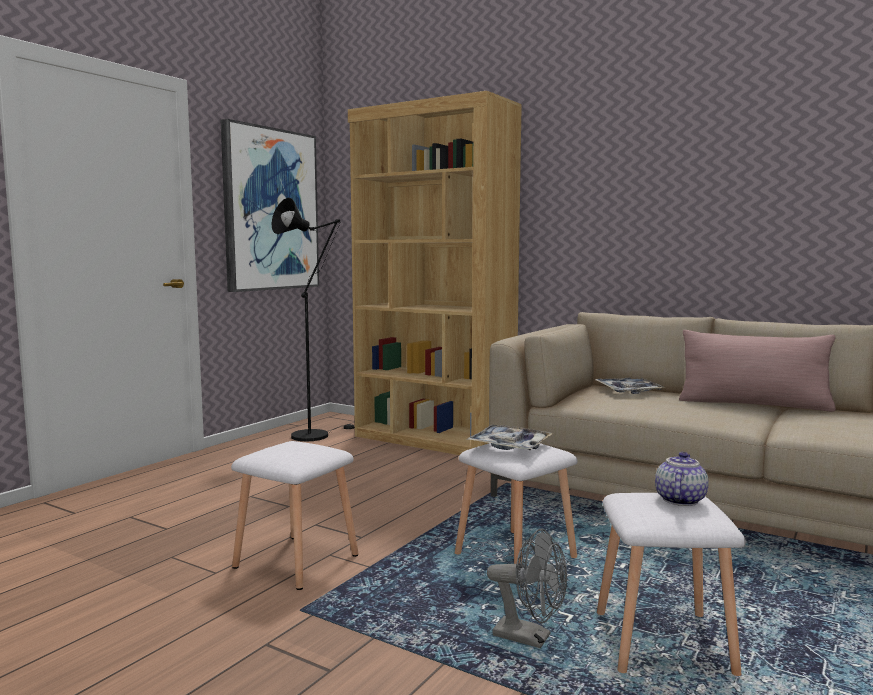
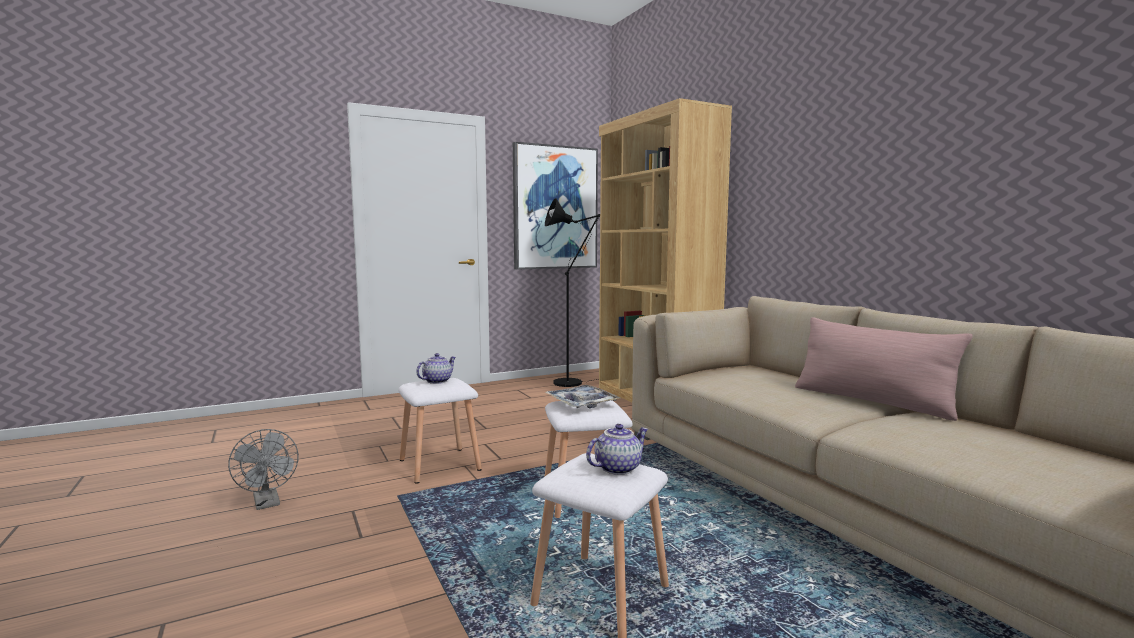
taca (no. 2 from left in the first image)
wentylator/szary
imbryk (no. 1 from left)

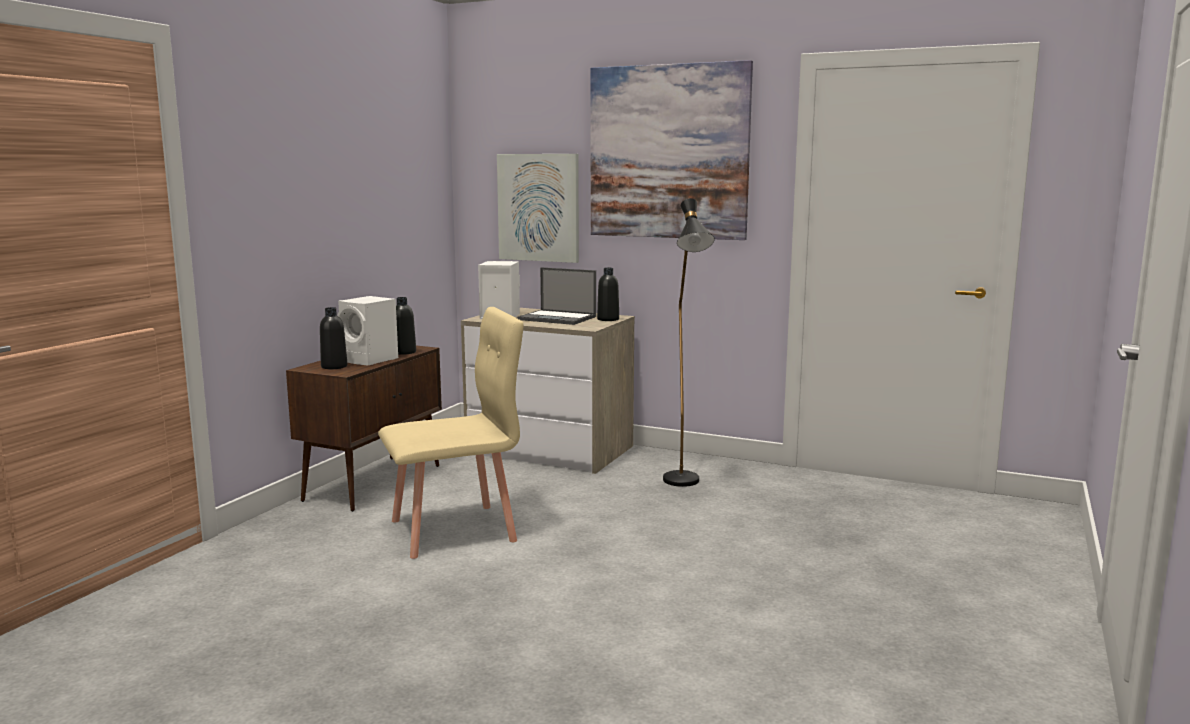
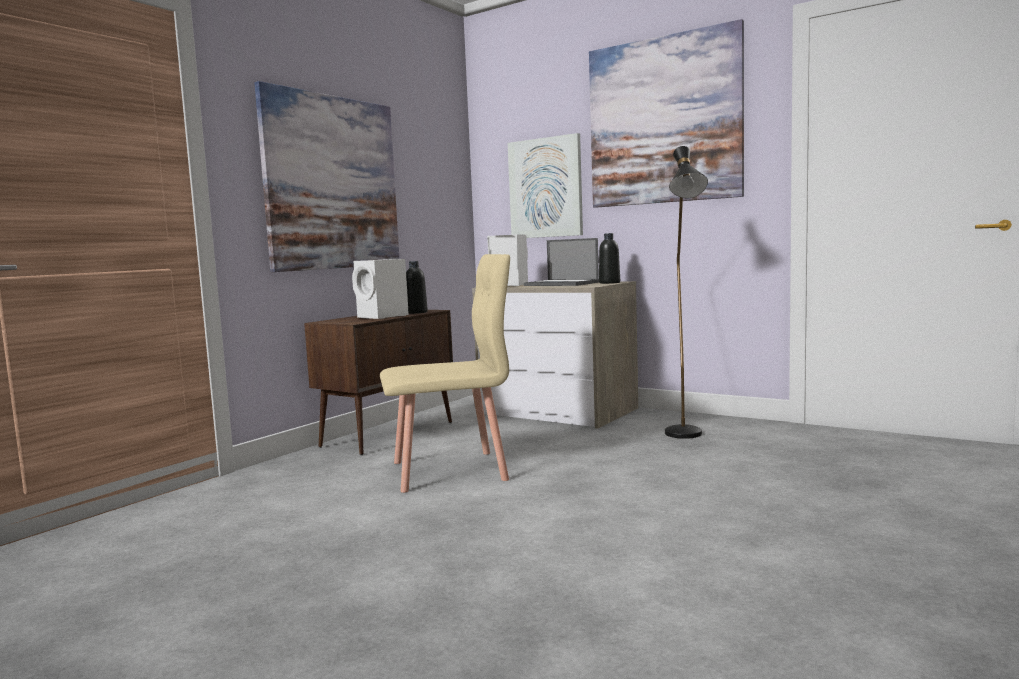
butelka/czarny (no. 1 from left in the first image)
obraz (no. 1 from left)

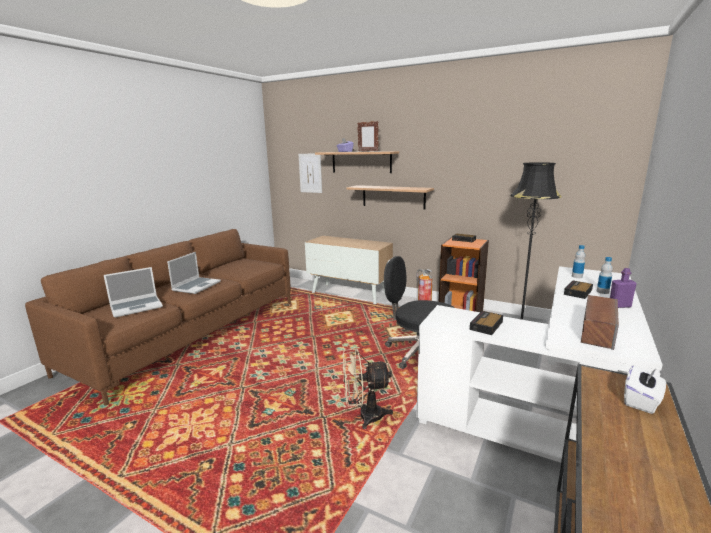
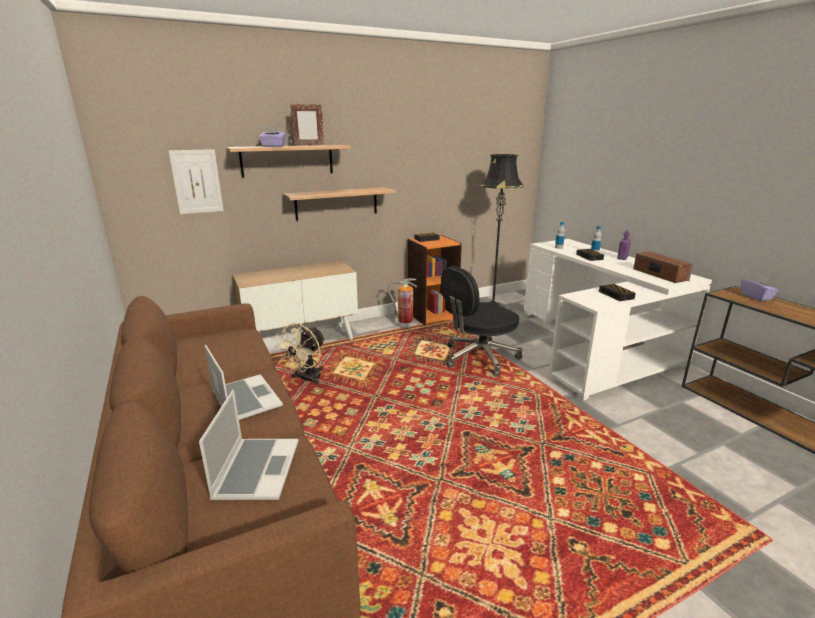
wentylator/beżowy
pudełko chusteczek/fioletowy (no. 2 from left)

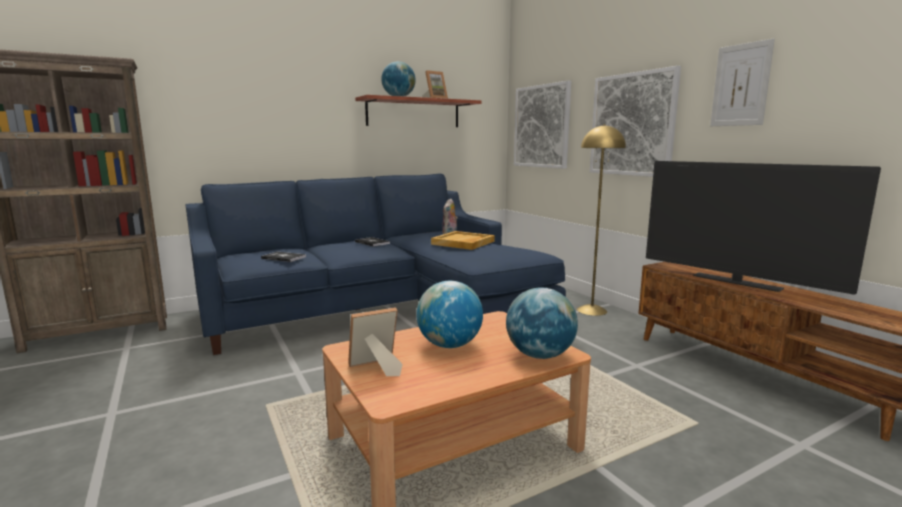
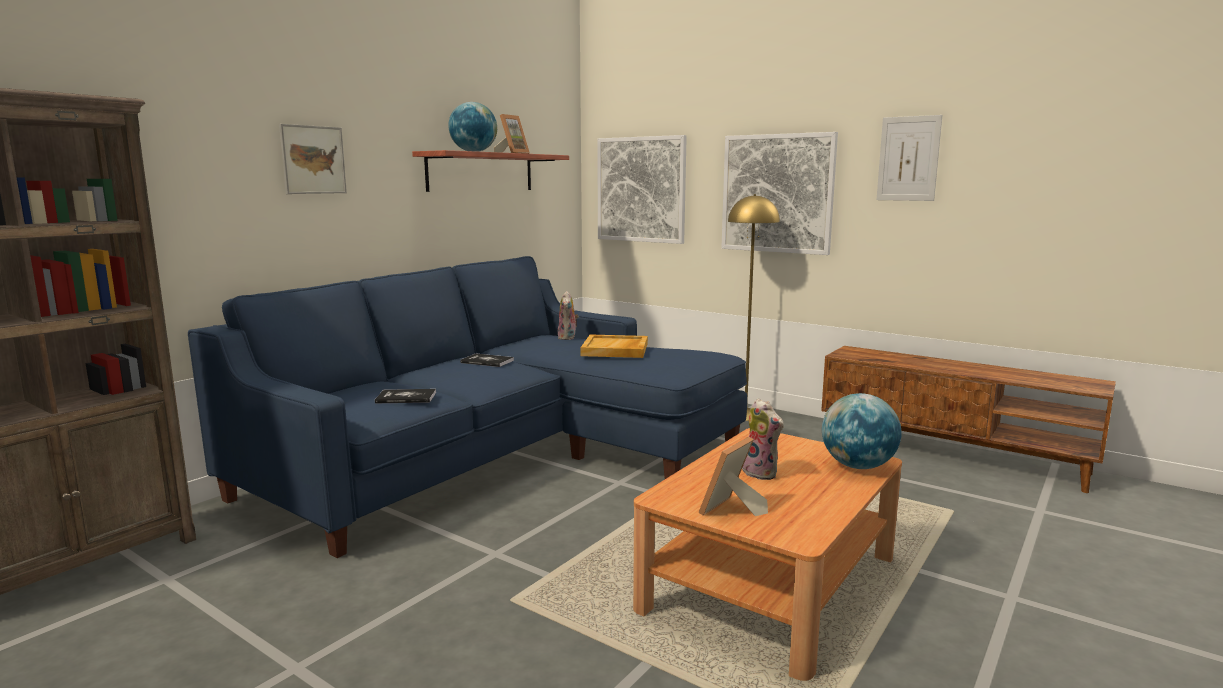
telewizor
pluszak (no. 2 from left)
obraz (no. 1 from left)

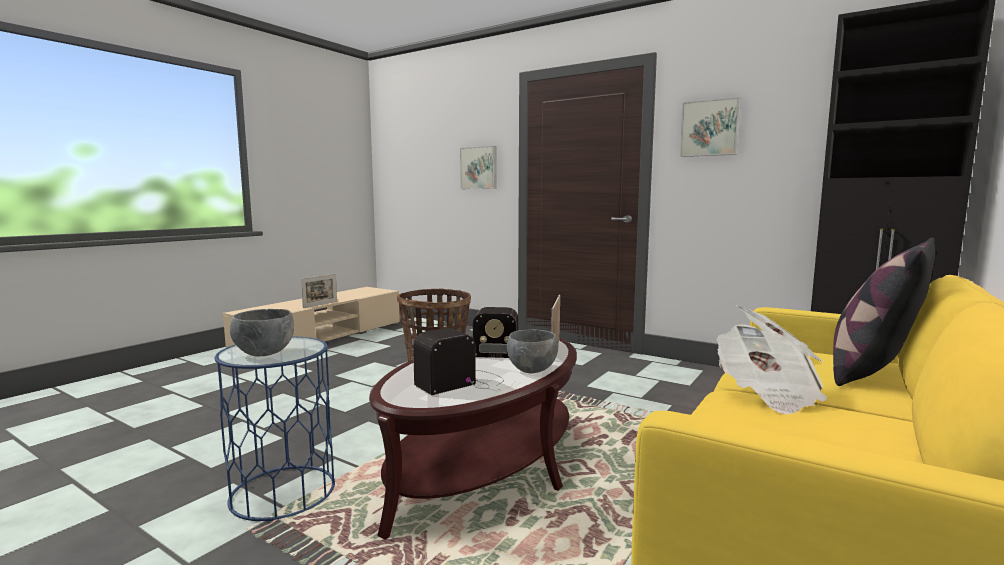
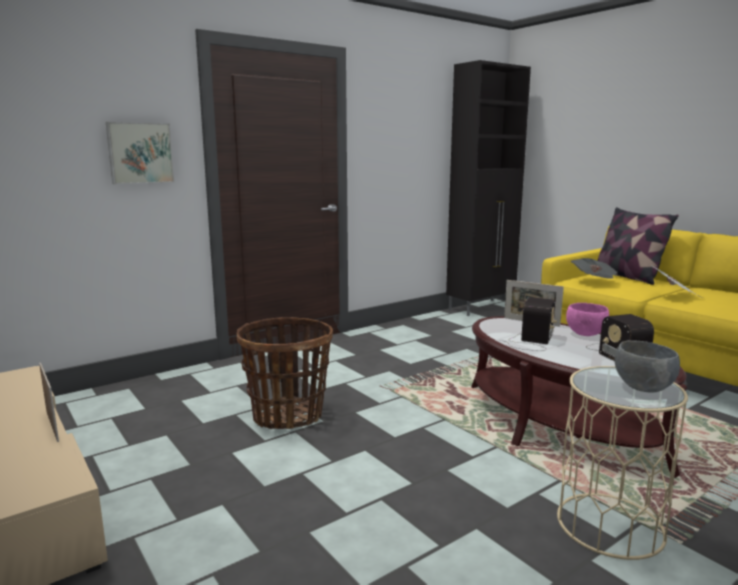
obraz (no. 2 from left in the first image)
miska/różowy
stolik/beżowy

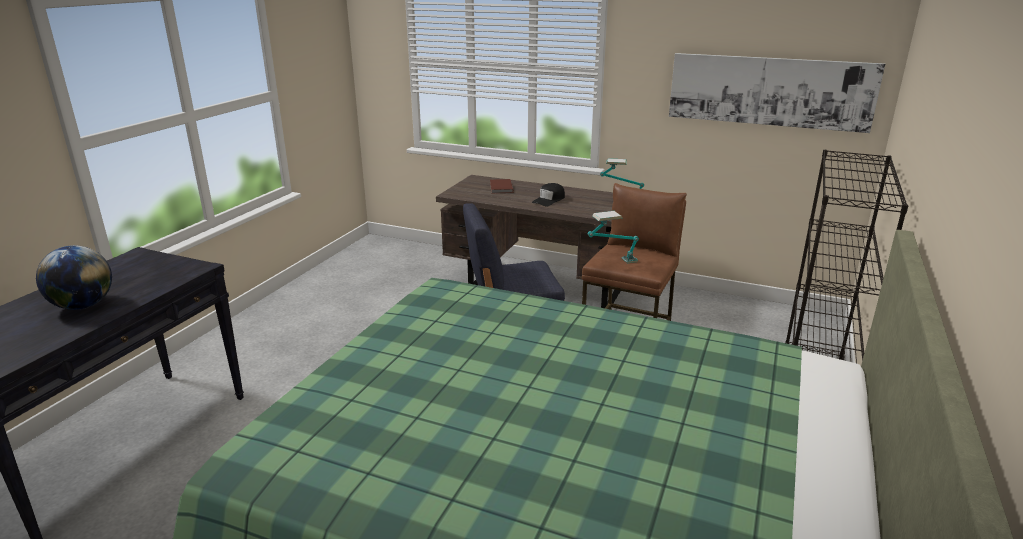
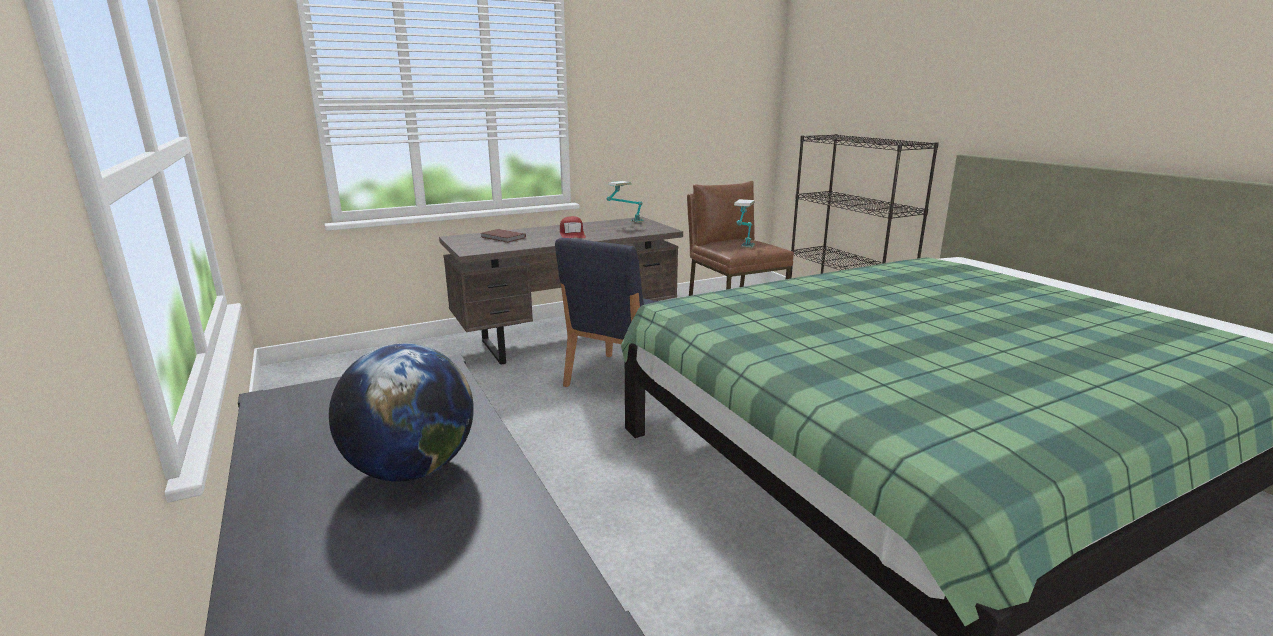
obraz
czapka z daszkiem/czerwony

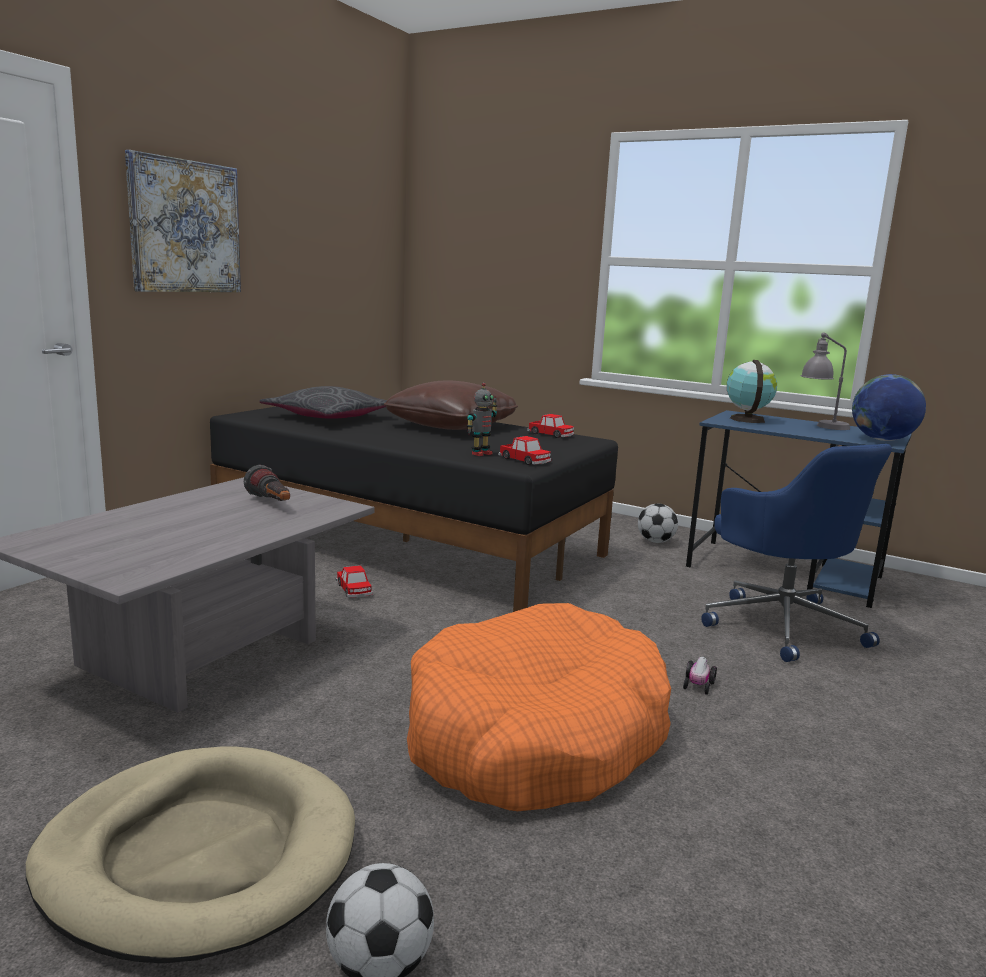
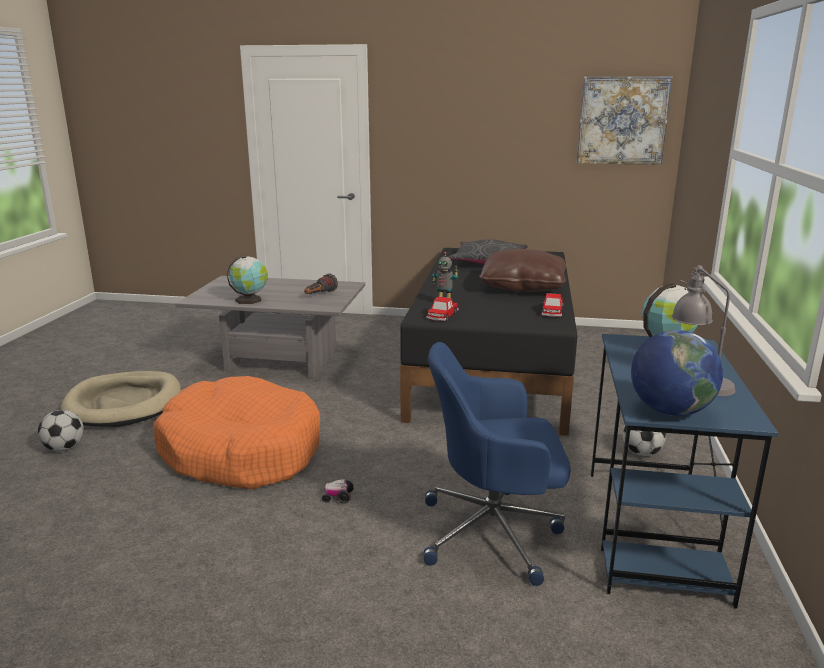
obraz
krzesło biurowe/niebieski
samochodzik (no. 1 from left in the first image)
globus (no. 1 from left)

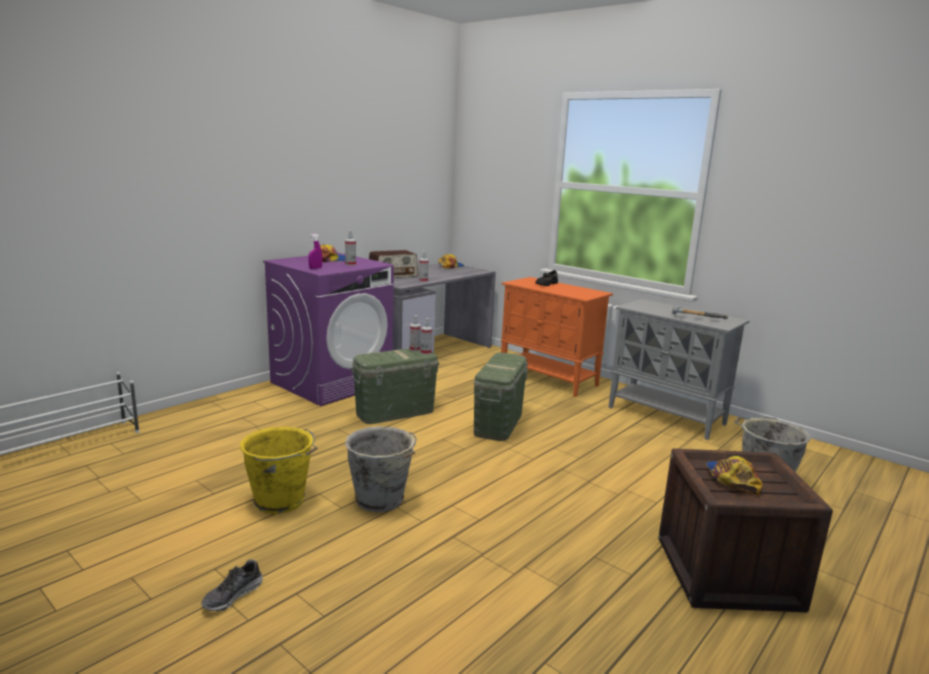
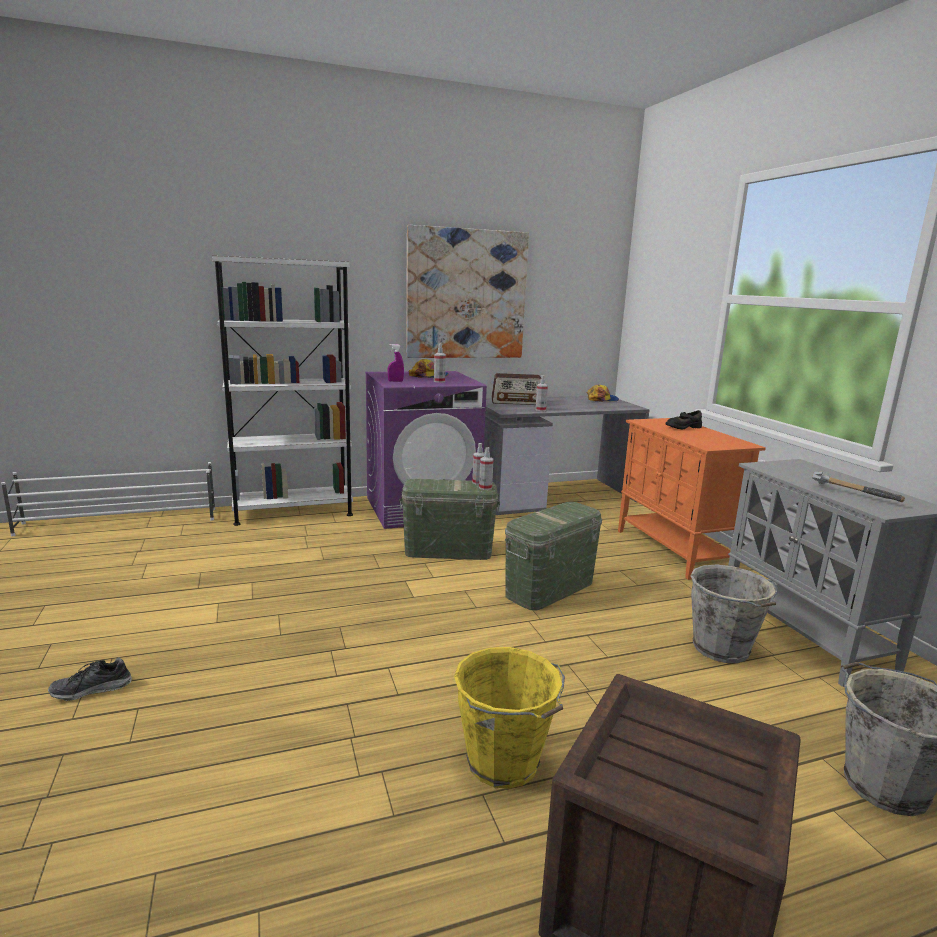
wiadro/szary (no. 1 from left)
wiadro/żółty
czapka z daszkiem (no. 3 from left in the first image)
obraz
regał/biały

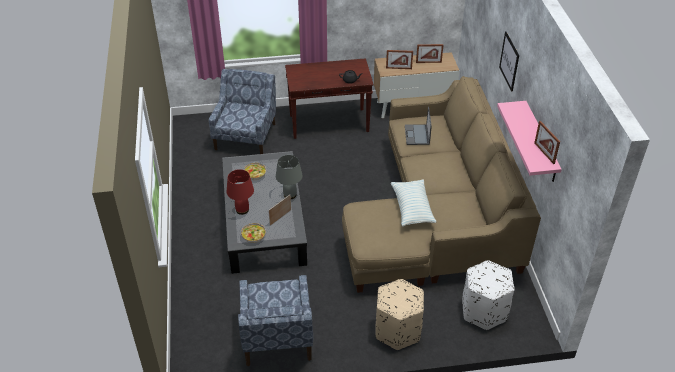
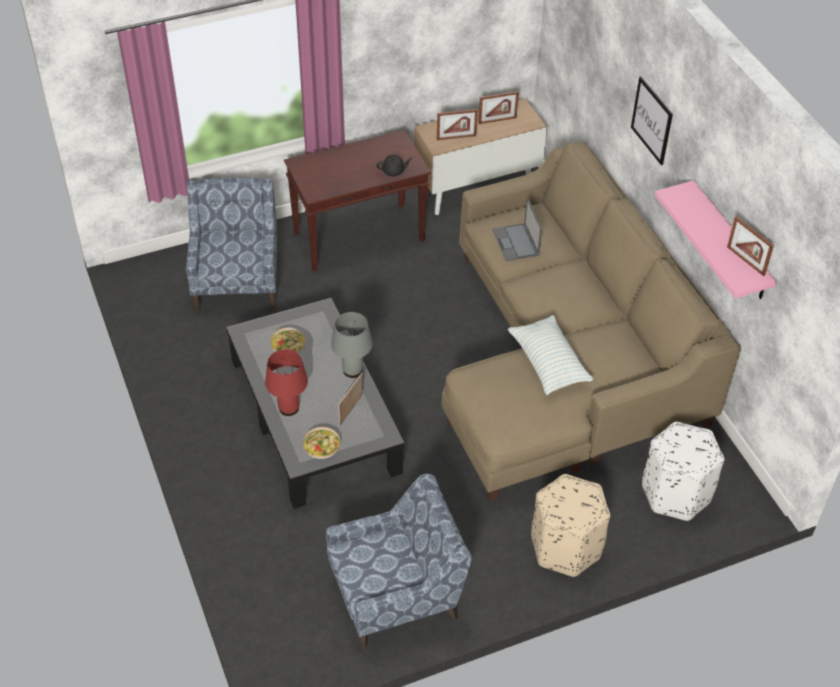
fotel/niebieski (no. 2 from left)

